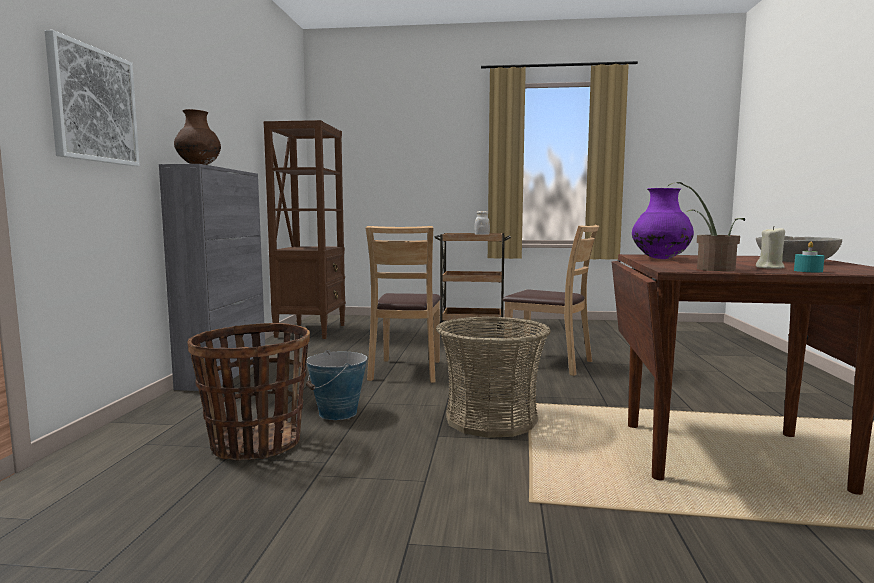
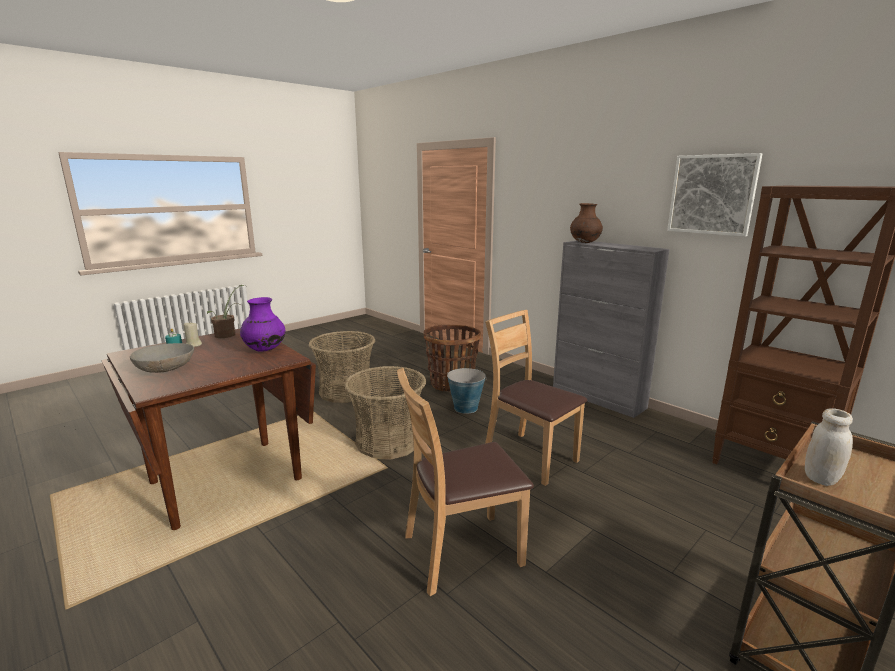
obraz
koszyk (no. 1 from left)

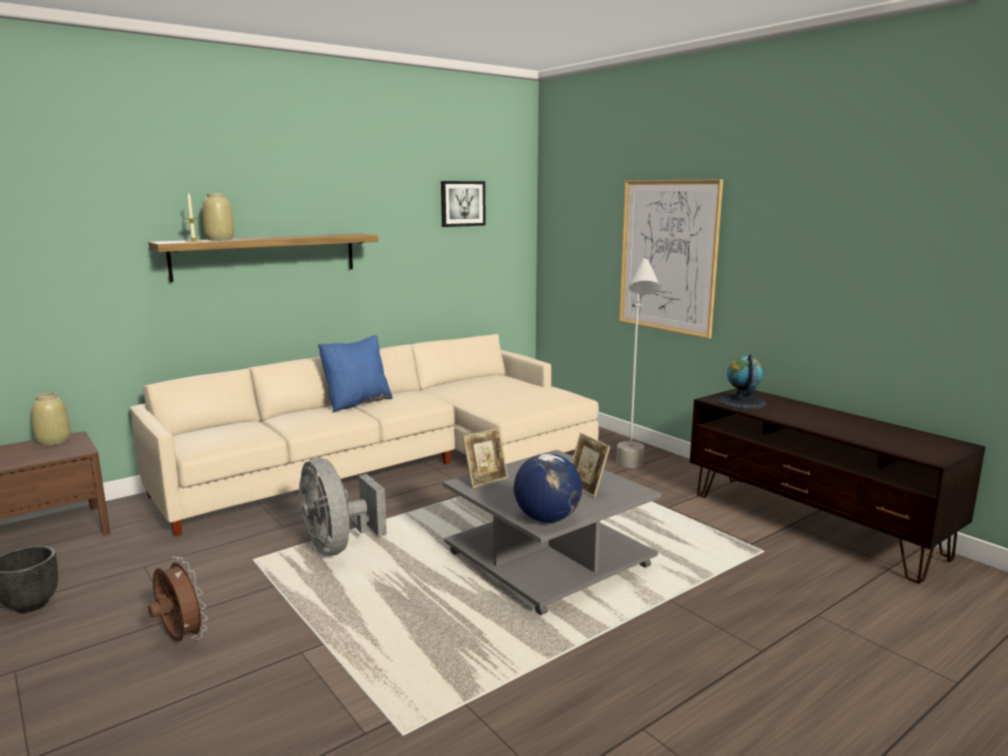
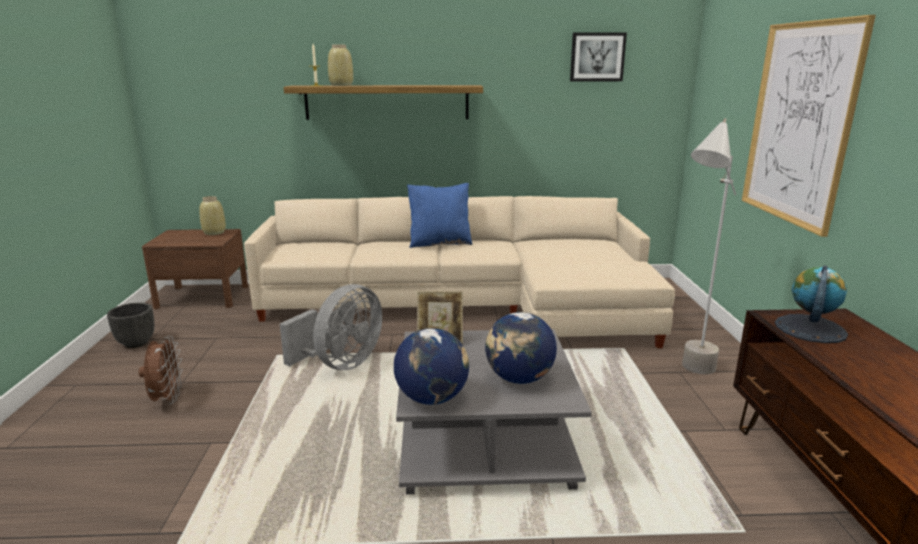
globus (no. 2 from left)
wentylator/szary

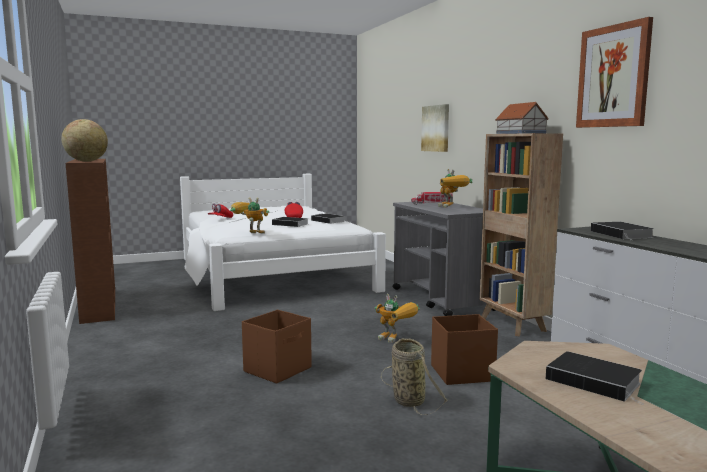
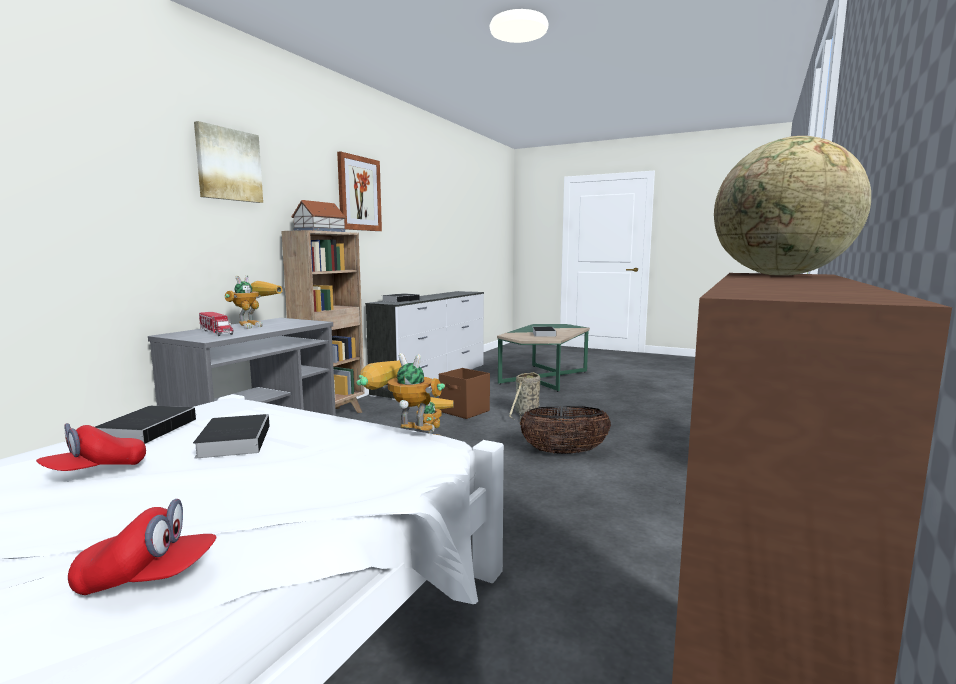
obraz (no. 1 from left)
robot zabawkowy (no. 2 from left)
koszyk (no. 2 from left)

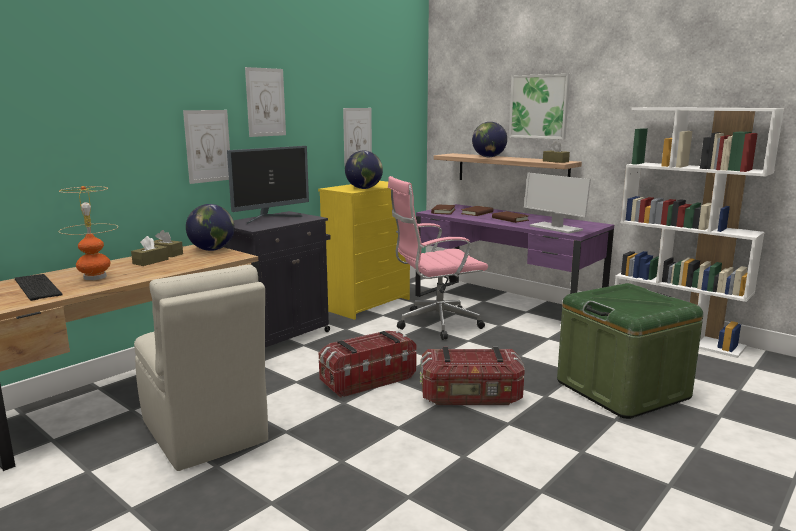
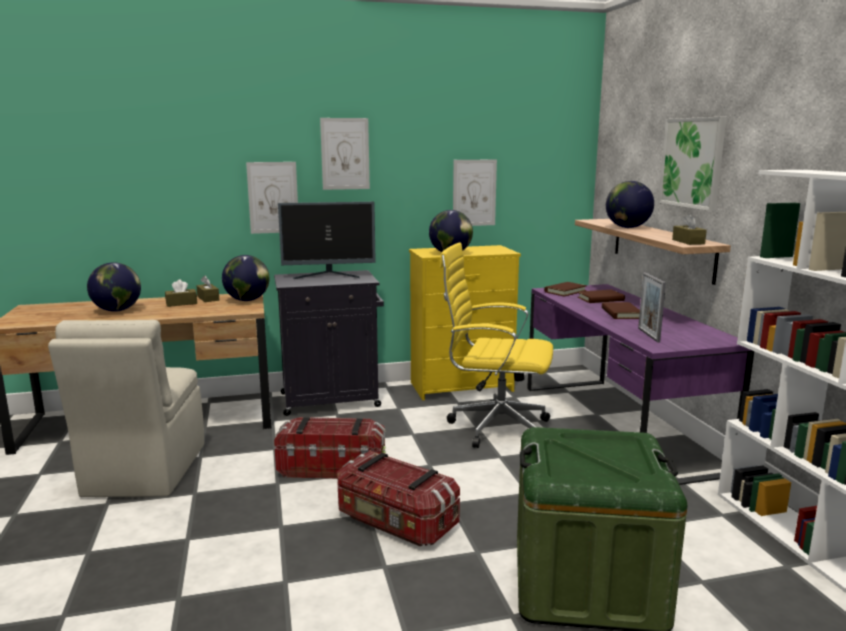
ramka na zdjęcie
krzesło biurowe/żółty
globus (no. 1 from left)
klawiatura

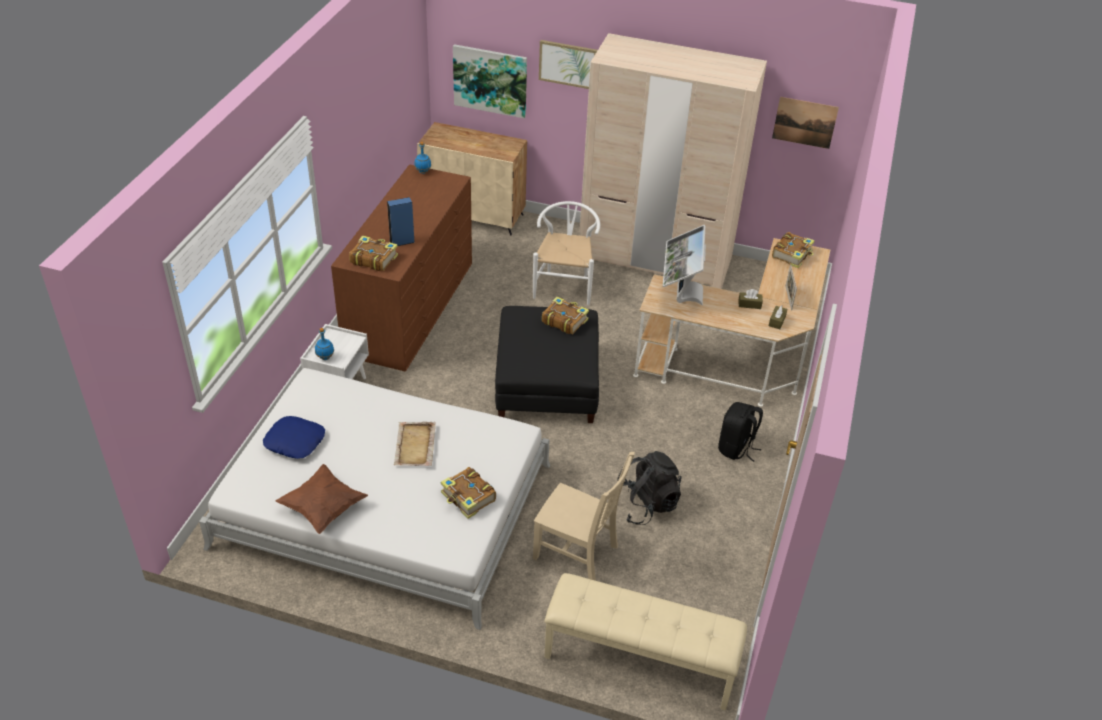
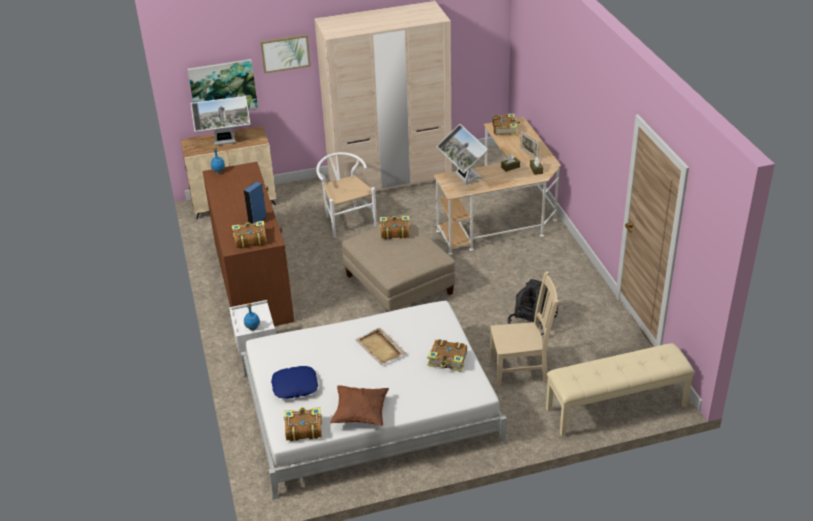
obraz (no. 3 from left in the first image)
pufa/beżowy
plecak/czarny (no. 2 from left in the first image)
monitor (no. 1 from left)
książka (no. 2 from left)

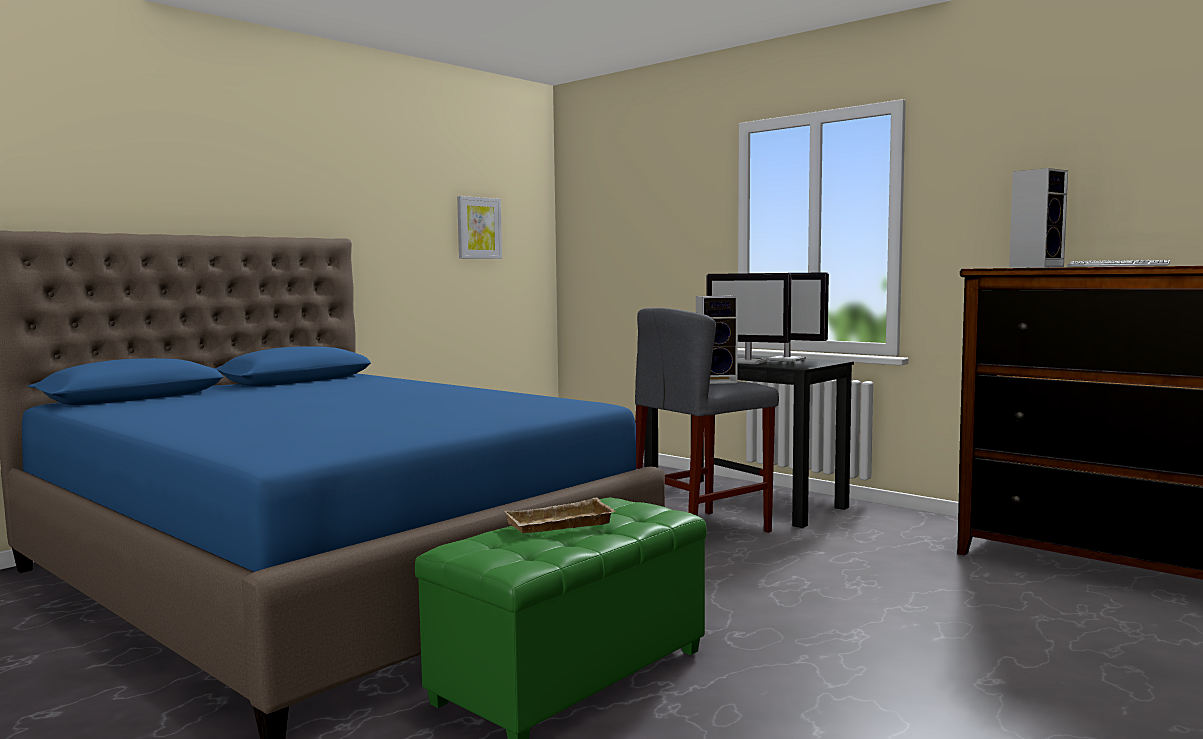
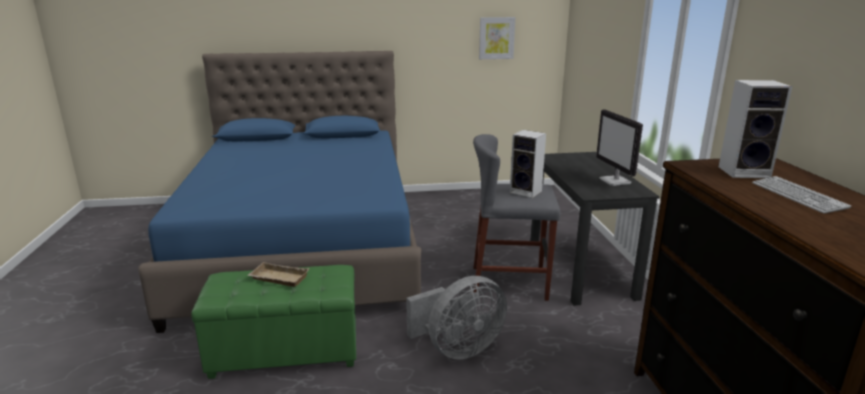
monitor (no. 1 from left in the first image)
wentylator/szary

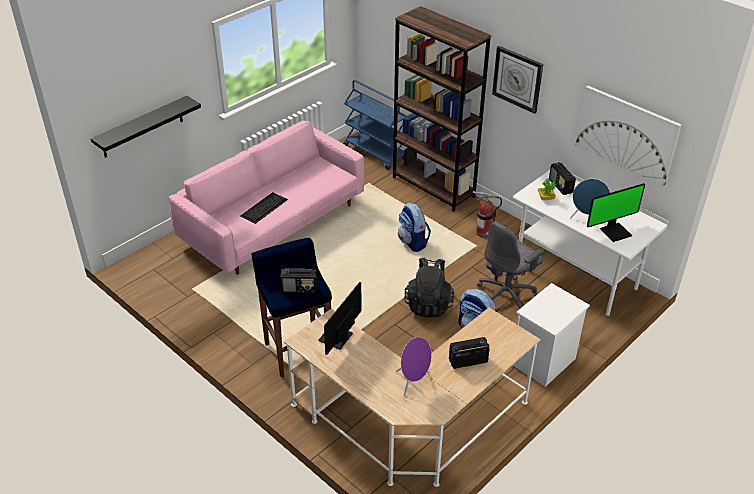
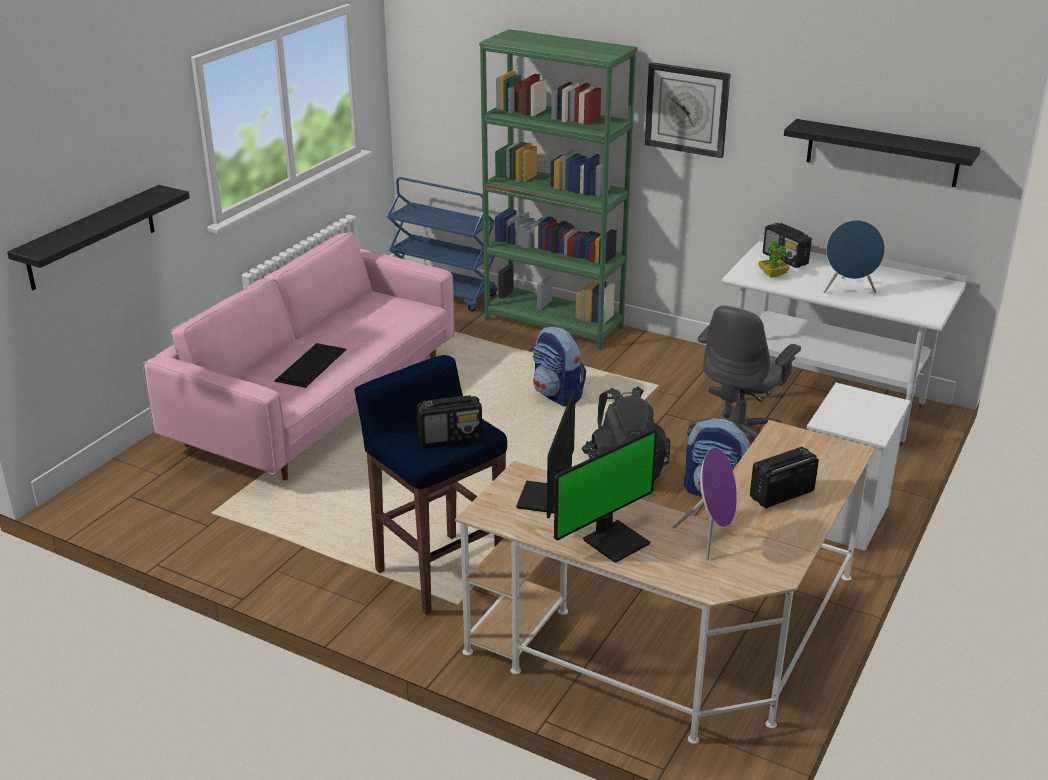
regał/zielony
półka/czarny (no. 2 from left)
monitor (no. 2 from left)
gaśnica

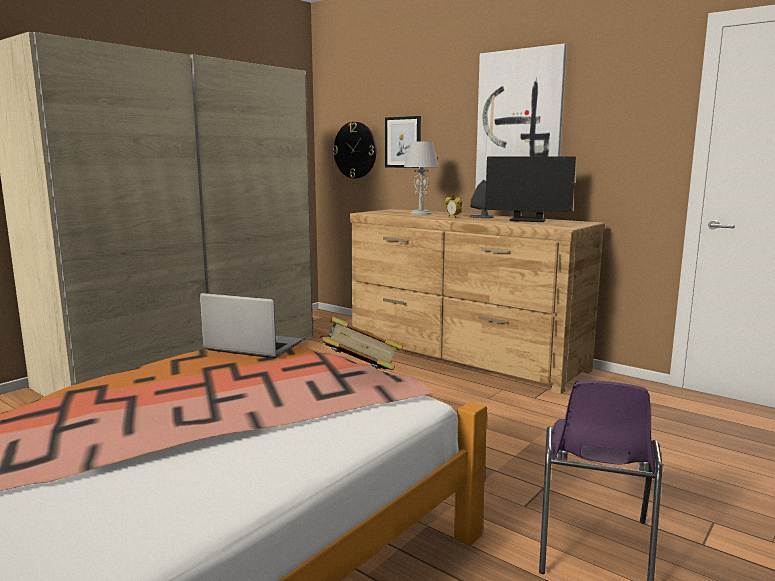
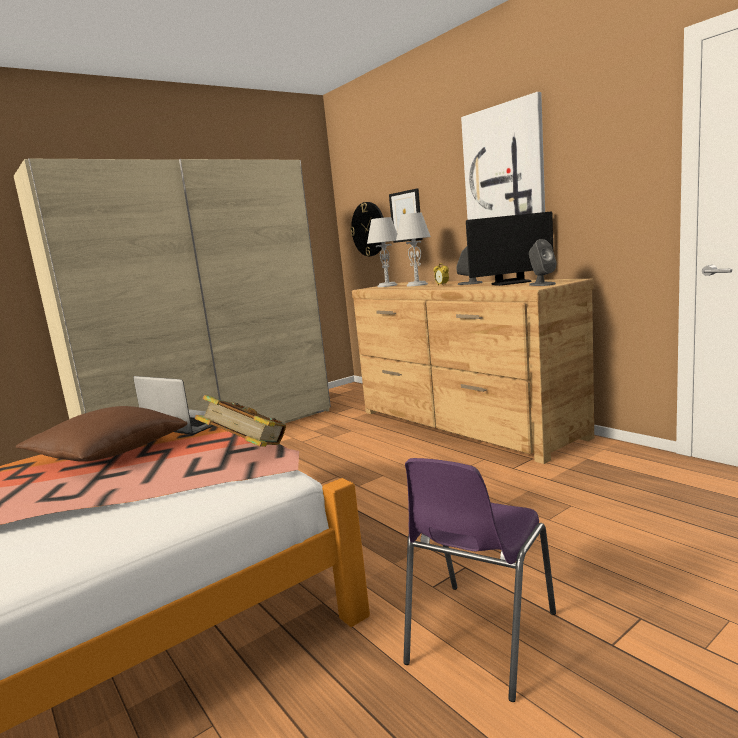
monitor
lampa stołowa/szary (no. 1 from left)
głośnik/szary (no. 2 from left)
poduszka/brązowy

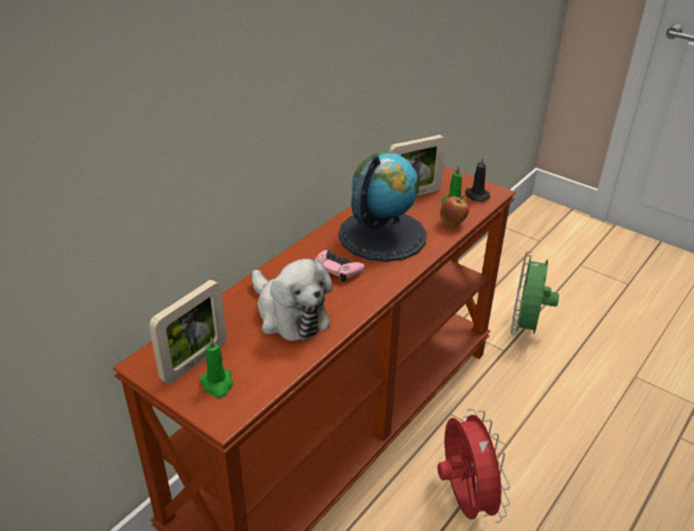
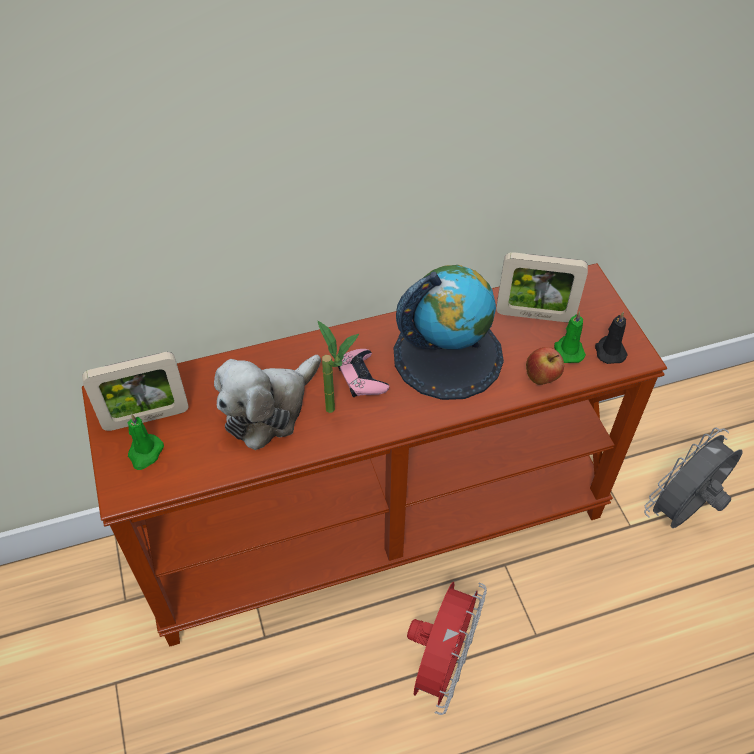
wentylator/szary
pluszak
roślina doniczkowa

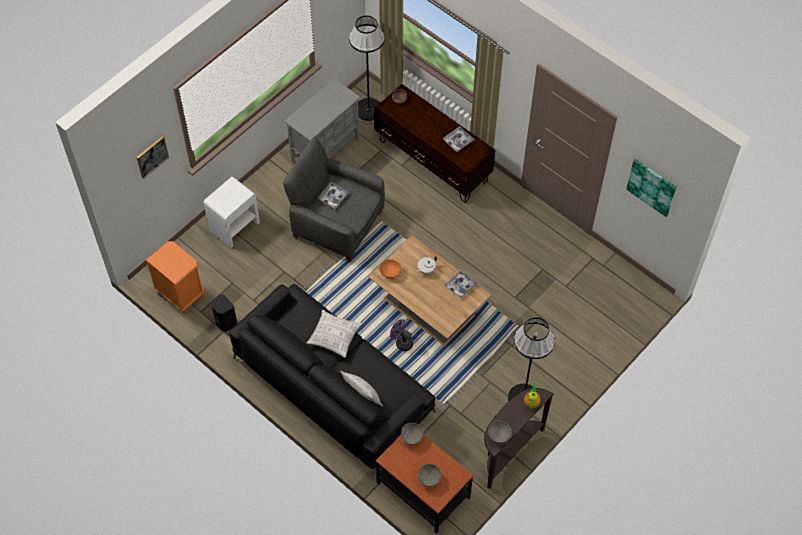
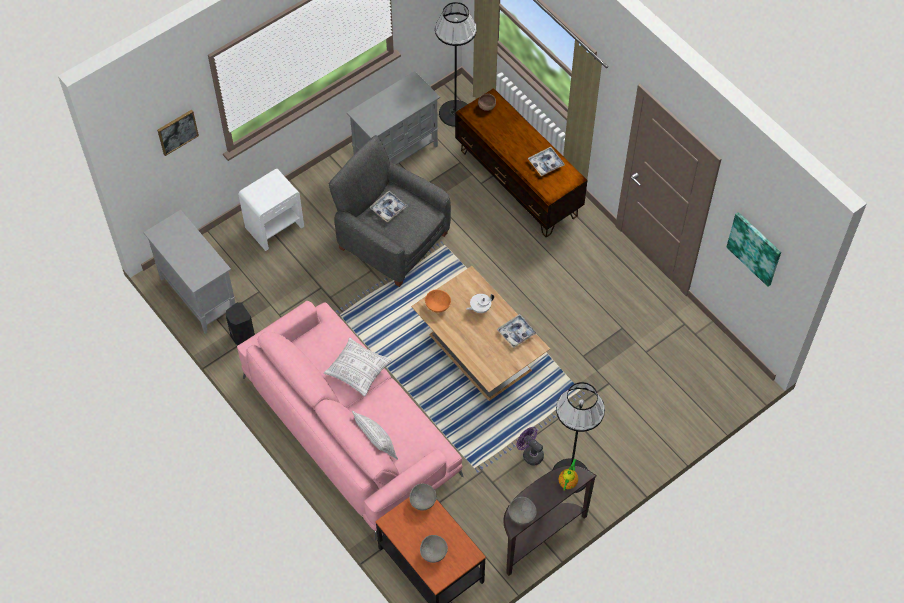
szafka/szary (no. 1 from left)
kanapa/różowy
wentylator/fioletowy

